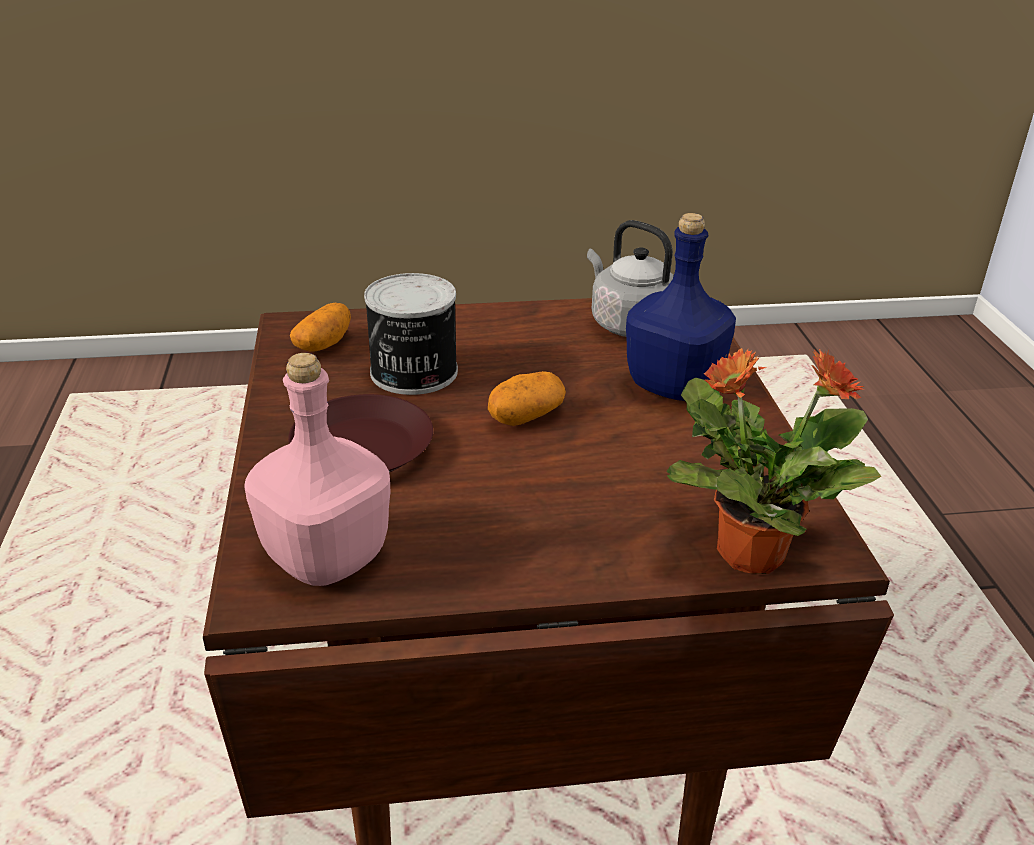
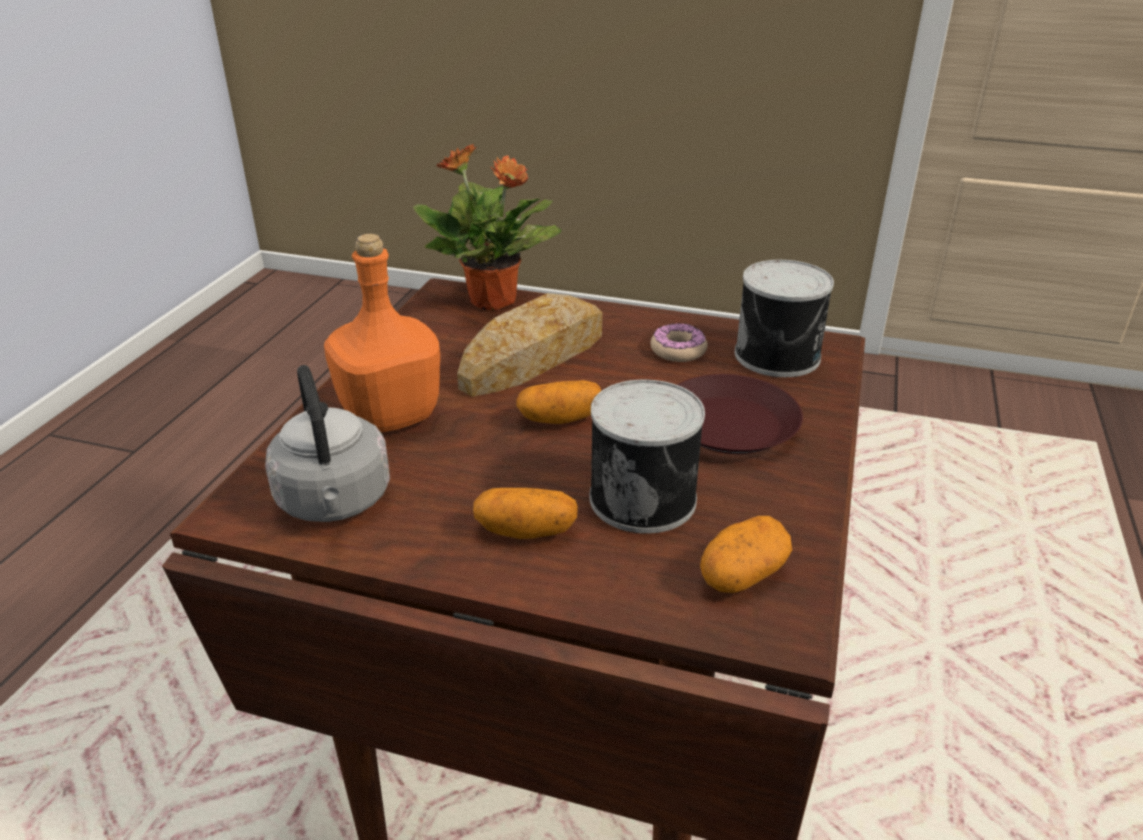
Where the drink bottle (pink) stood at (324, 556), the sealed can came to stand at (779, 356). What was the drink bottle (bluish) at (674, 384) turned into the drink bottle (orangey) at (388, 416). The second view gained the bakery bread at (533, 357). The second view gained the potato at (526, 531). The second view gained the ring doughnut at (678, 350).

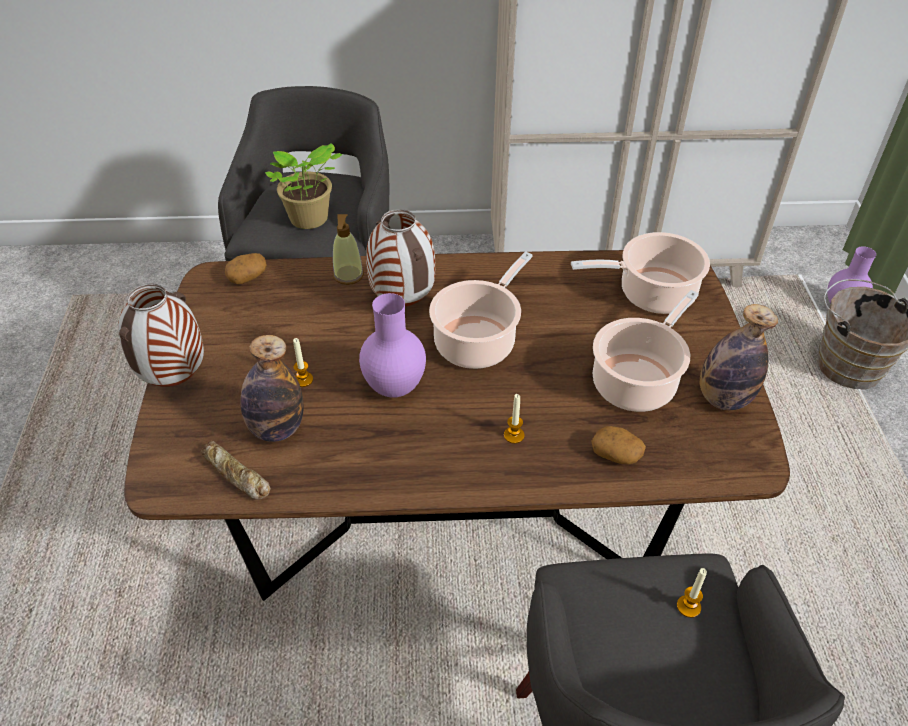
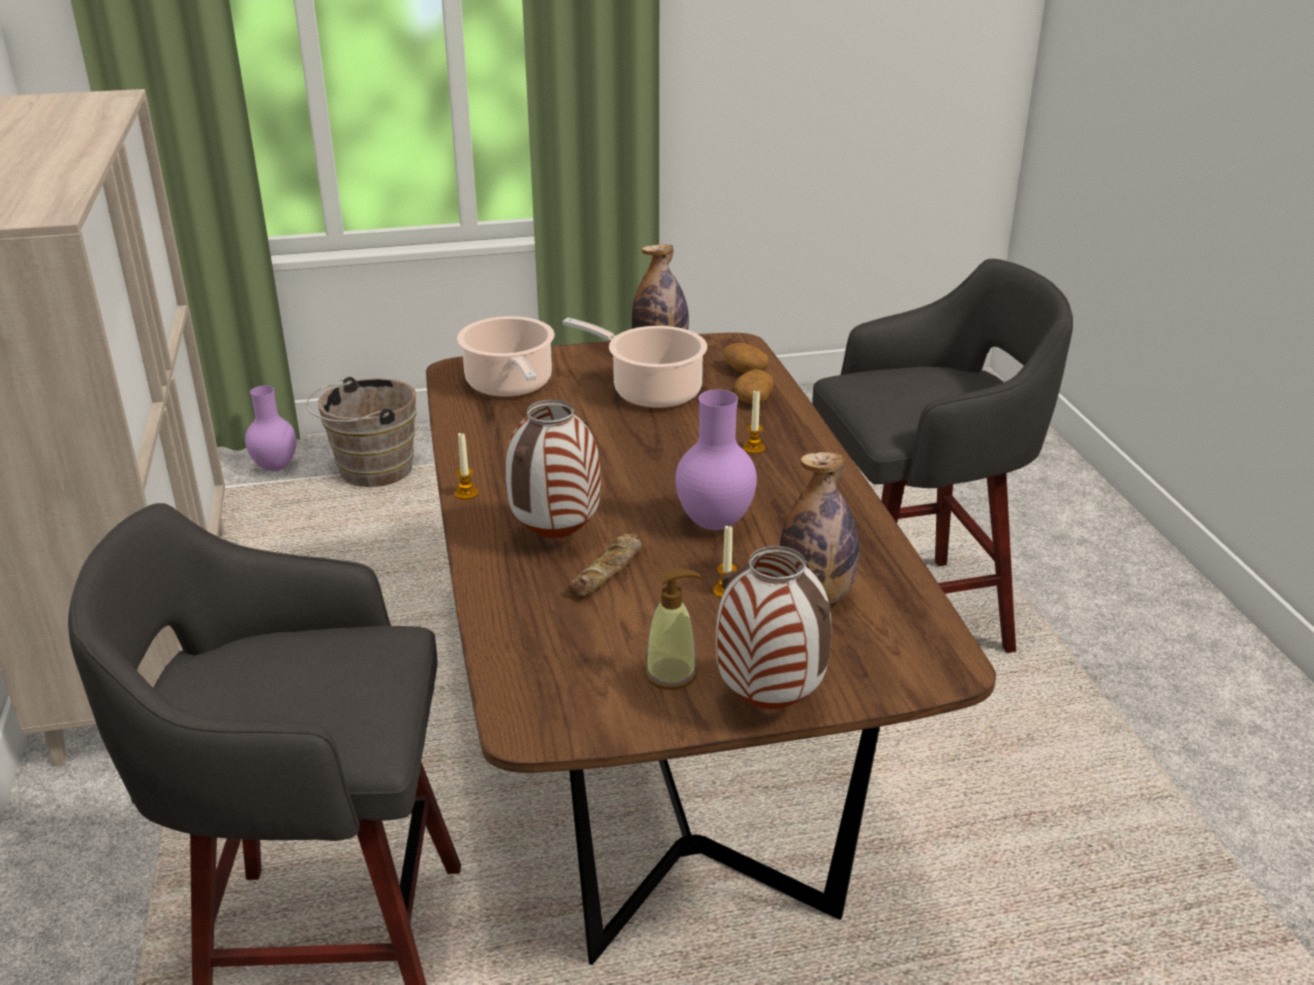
The bakery bread ended up elsewhere, having gone from (235, 475) to (608, 571). The potato ended up elsewhere, having gone from (247, 276) to (744, 370). The second view lost the plant in a pot at (309, 220). The soap bottle ended up elsewhere, having gone from (348, 275) to (671, 674). The second view lost the stockpot at (478, 341). The wax candle ended up elsewhere, having gone from (688, 606) to (466, 493).

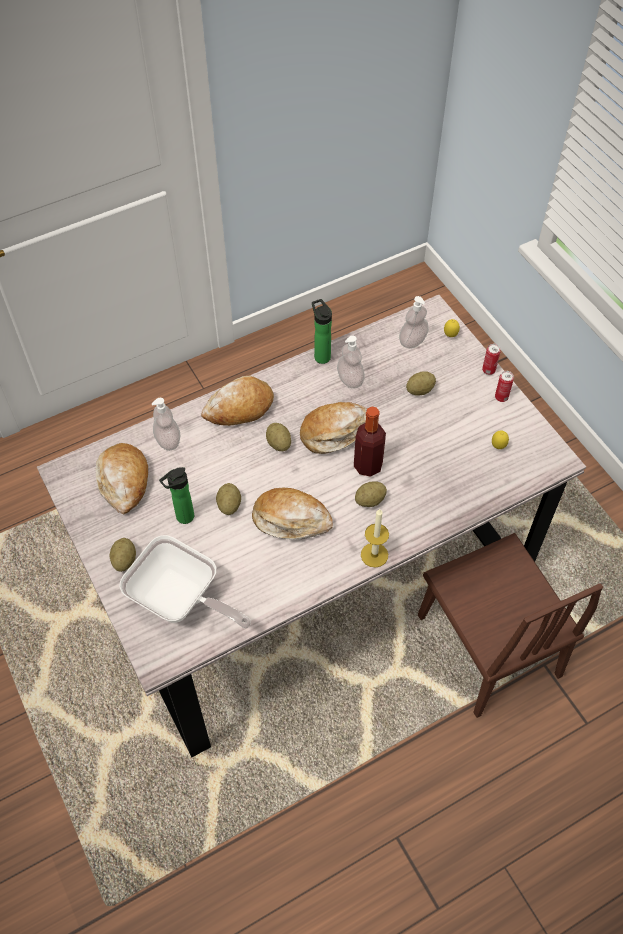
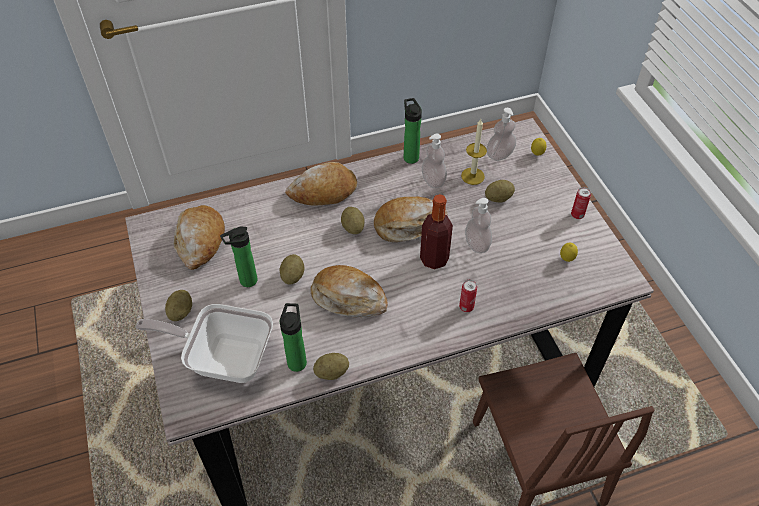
The pan at (180, 600) ended up facing another way, 150 degrees clockwise from before. The soap bottle ended up elsewhere, having gone from (168, 440) to (477, 244). The potato ended up elsewhere, having gone from (370, 500) to (331, 372). The wax candle ended up elsewhere, having gone from (374, 555) to (472, 176). The sealed can ended up elsewhere, having gone from (488, 370) to (466, 307). The second view gained the drink bottle at (297, 360).

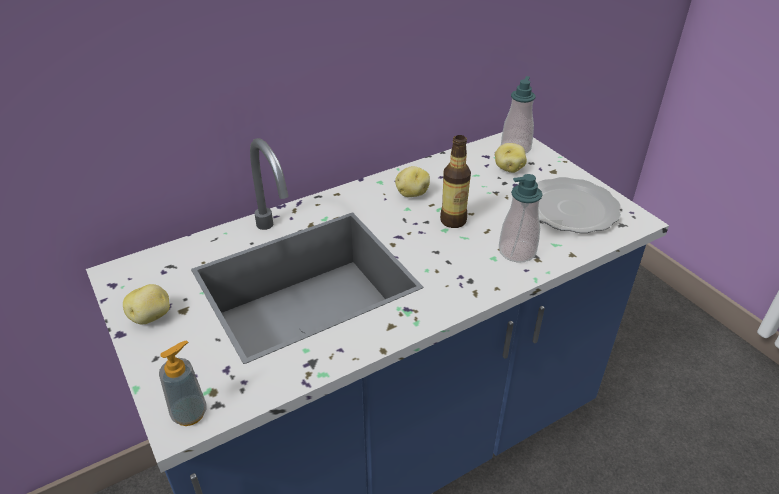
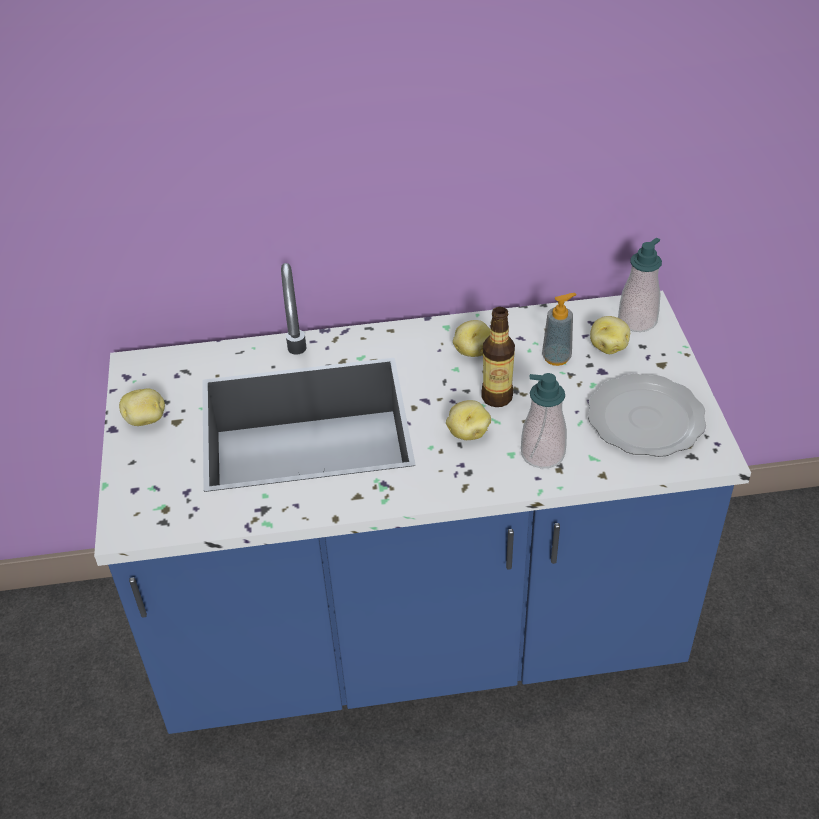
The soap bottle ended up elsewhere, having gone from (189, 413) to (556, 357). The second view gained the potato at (467, 432).

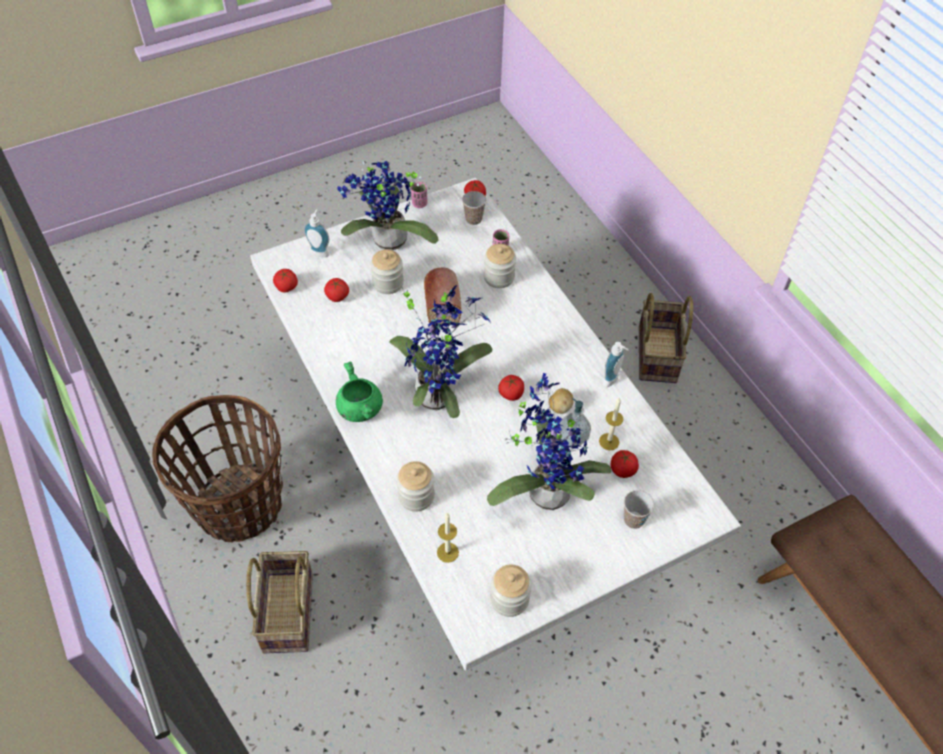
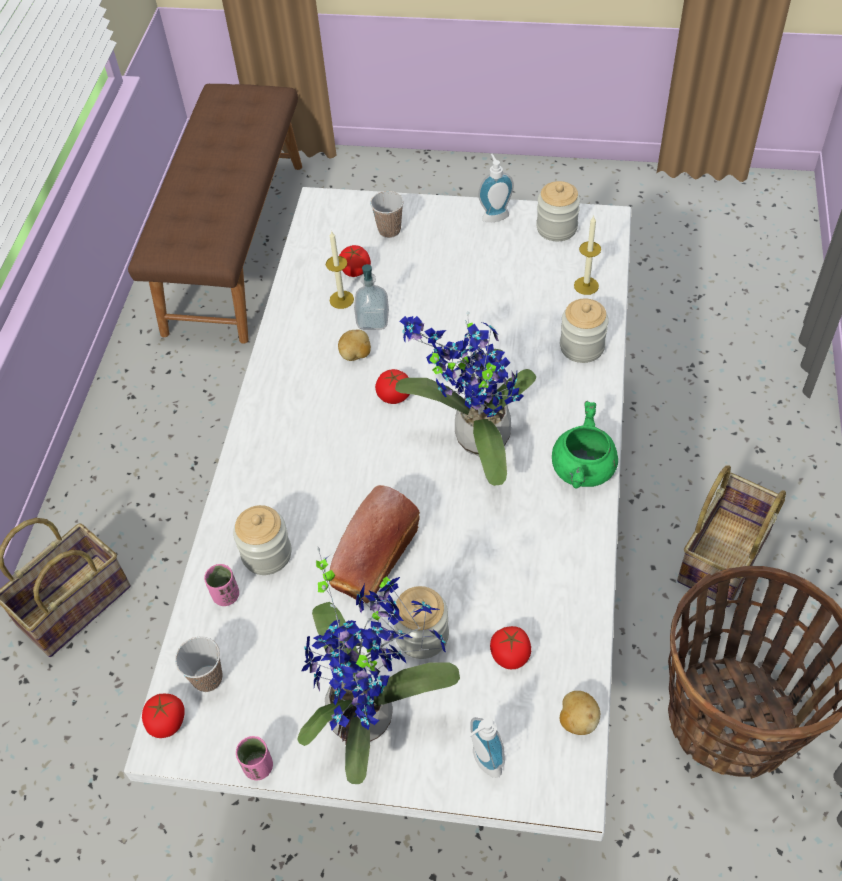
Where the fresh tomato stood at (286, 287), the potato came to stand at (577, 720). The second view lost the plant in a pot at (545, 489). The soap bottle ended up elsewhere, having gone from (612, 380) to (494, 215).

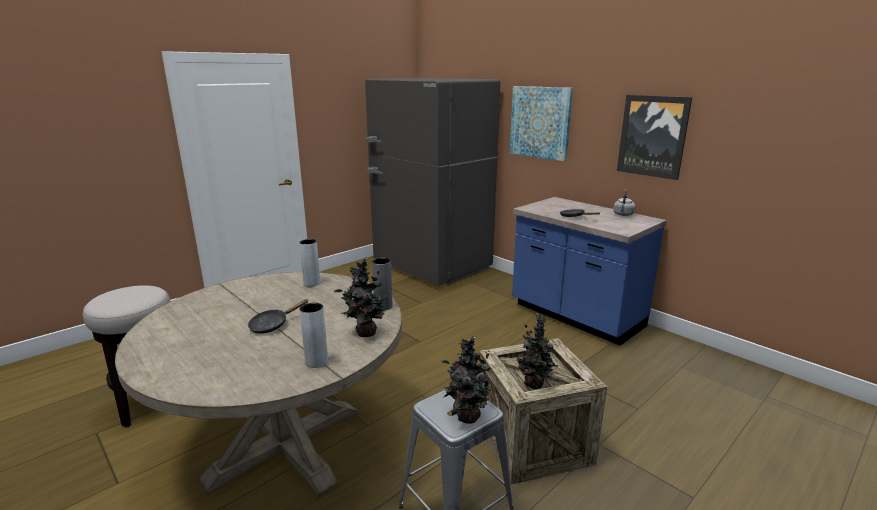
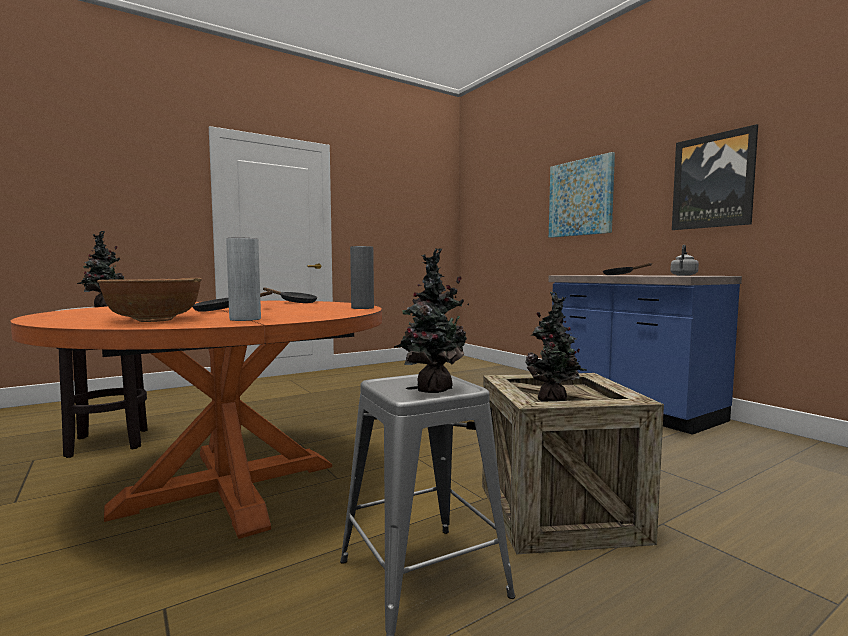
What was the kitchen table (beige-coloured) at (286, 444) turned into the kitchen table (orangey) at (229, 486). Where the flower vase (greyish) stood at (312, 283), the pan (black-coloured) came to stand at (295, 302). The plant in a pot ended up elsewhere, having gone from (364, 333) to (103, 307). The second view lost the fridge (greyish) at (431, 266). The second view gained the bowl (brown) at (153, 320).

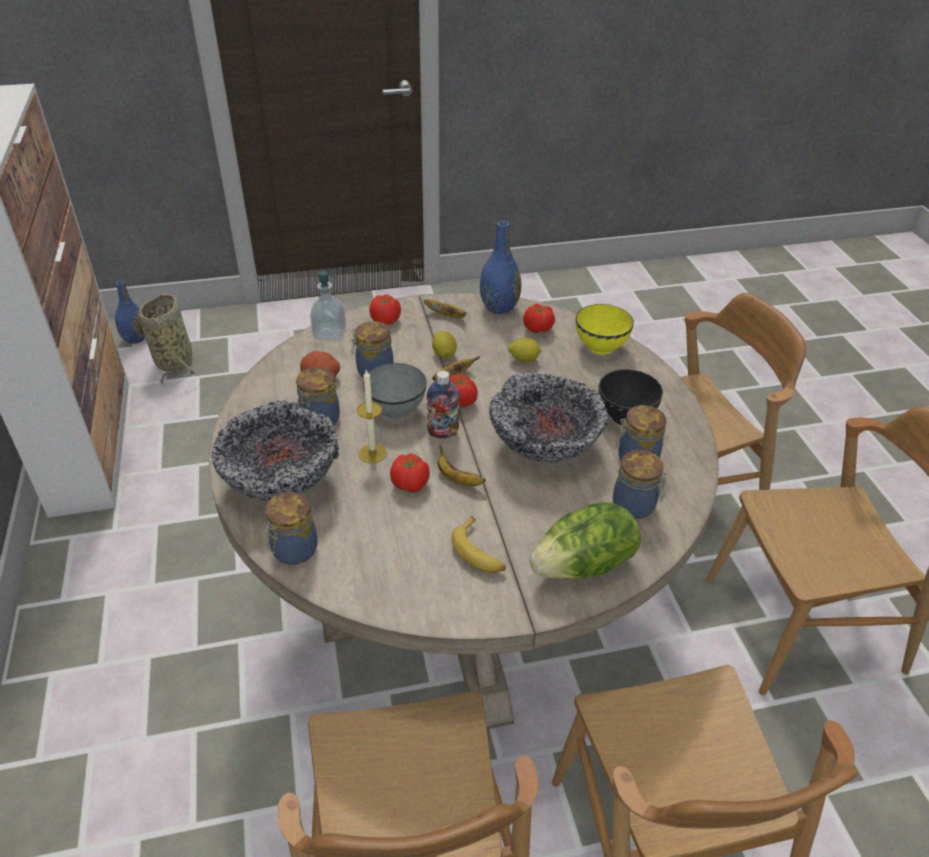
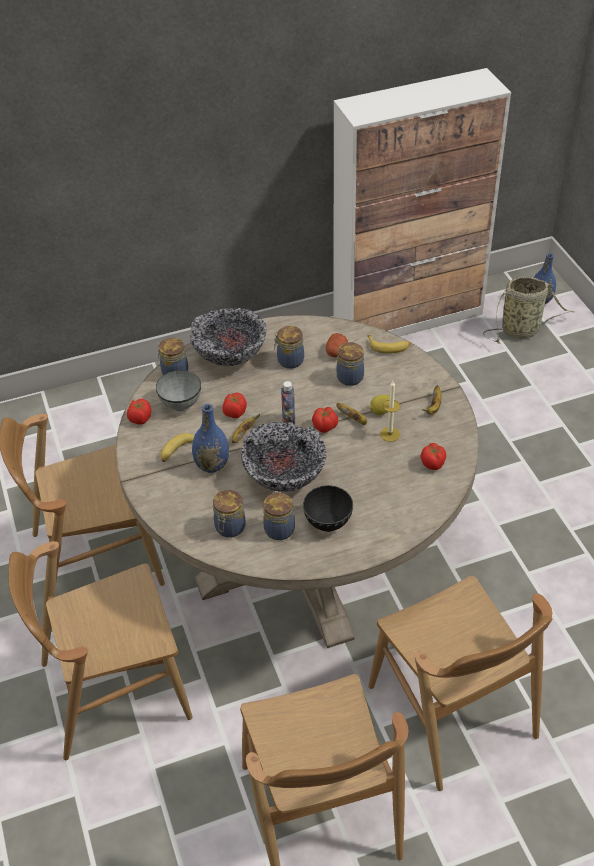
Where the soap bottle stood at (329, 334), the banana fruit came to stand at (389, 347). The wax candle ended up elsewhere, having gone from (372, 453) to (390, 434). The bowl (greyish) ended up elsewhere, having gone from (396, 410) to (181, 404). The fresh tomato ended up elsewhere, having gone from (385, 320) to (140, 419). The flower vase (bluish) ended up elsewhere, having gone from (499, 308) to (212, 465). The second view lost the whole lemon at (524, 359). The second view lost the lettuce at (584, 566). The second view lost the bowl (yellow) at (600, 347).

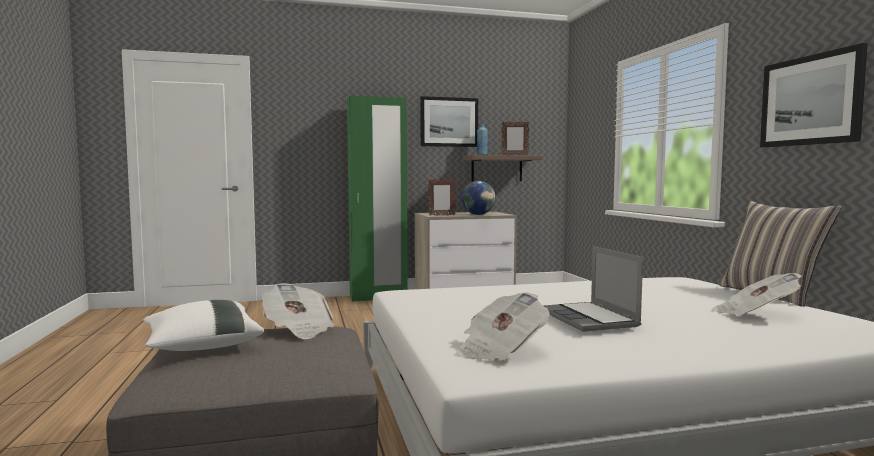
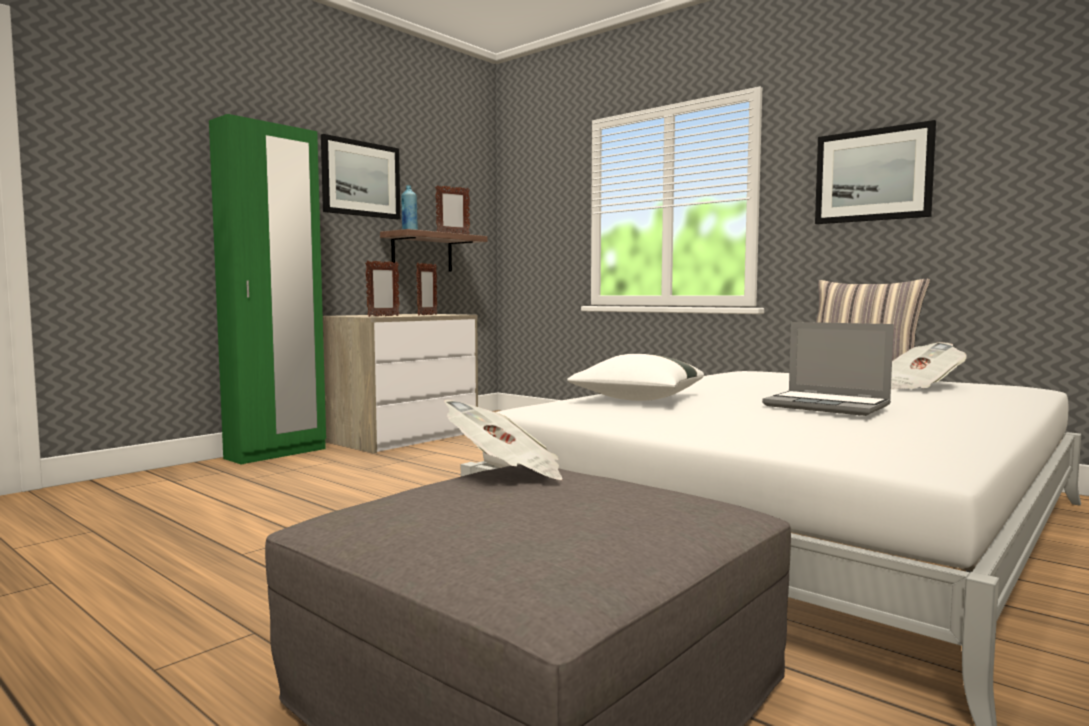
The cushion (white-coloured) ended up elsewhere, having gone from (202, 346) to (637, 400). The second view lost the printed paper at (500, 350). Where the desk globe stood at (478, 214), the photo frame came to stand at (427, 315).

